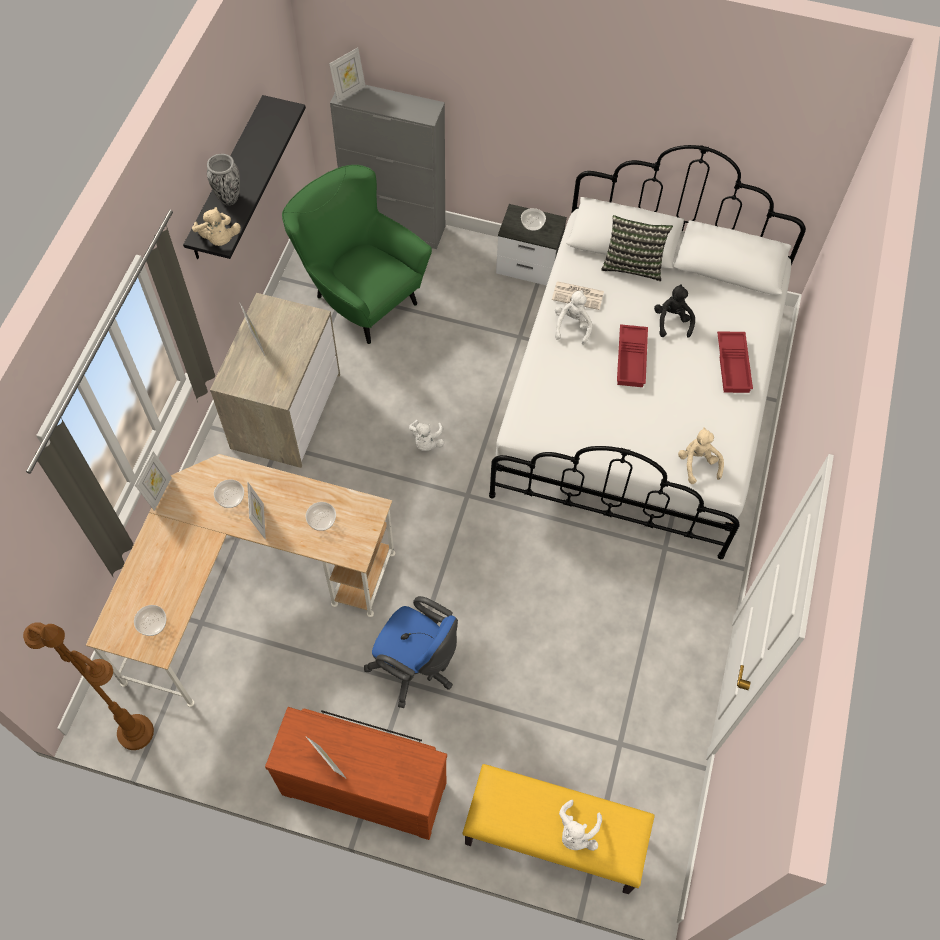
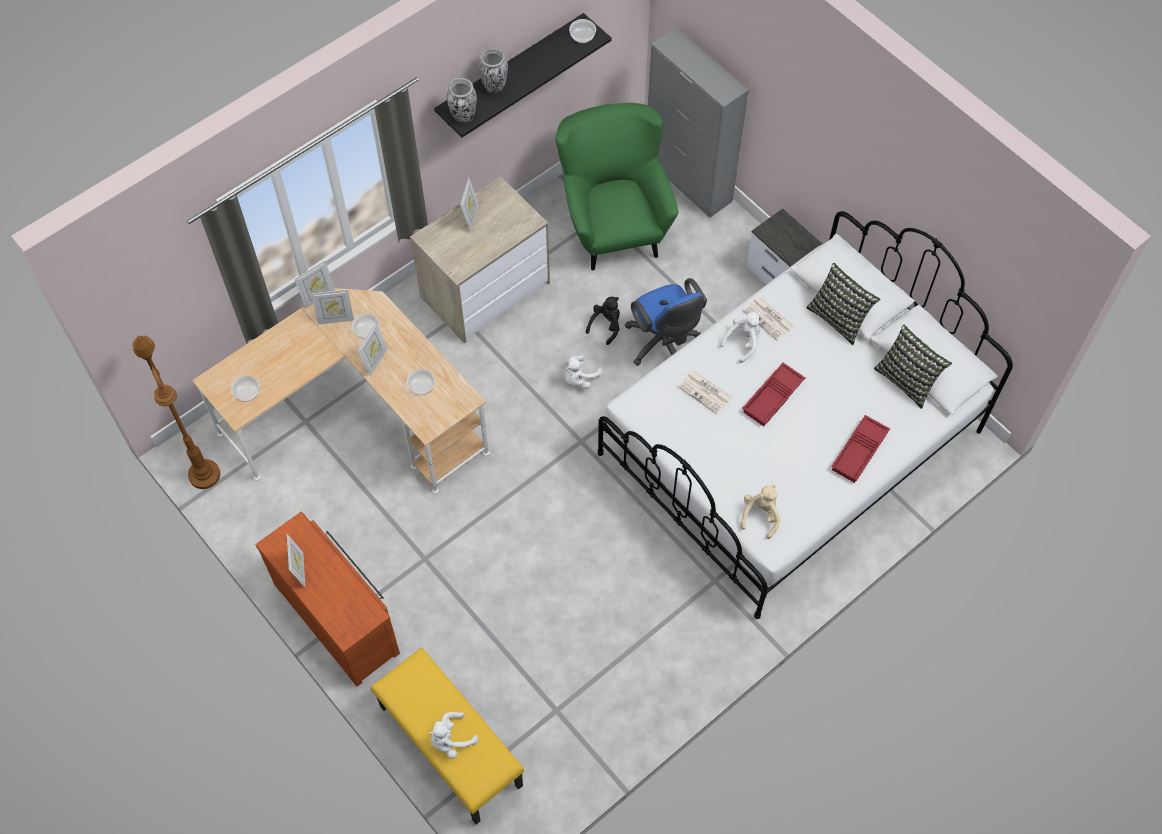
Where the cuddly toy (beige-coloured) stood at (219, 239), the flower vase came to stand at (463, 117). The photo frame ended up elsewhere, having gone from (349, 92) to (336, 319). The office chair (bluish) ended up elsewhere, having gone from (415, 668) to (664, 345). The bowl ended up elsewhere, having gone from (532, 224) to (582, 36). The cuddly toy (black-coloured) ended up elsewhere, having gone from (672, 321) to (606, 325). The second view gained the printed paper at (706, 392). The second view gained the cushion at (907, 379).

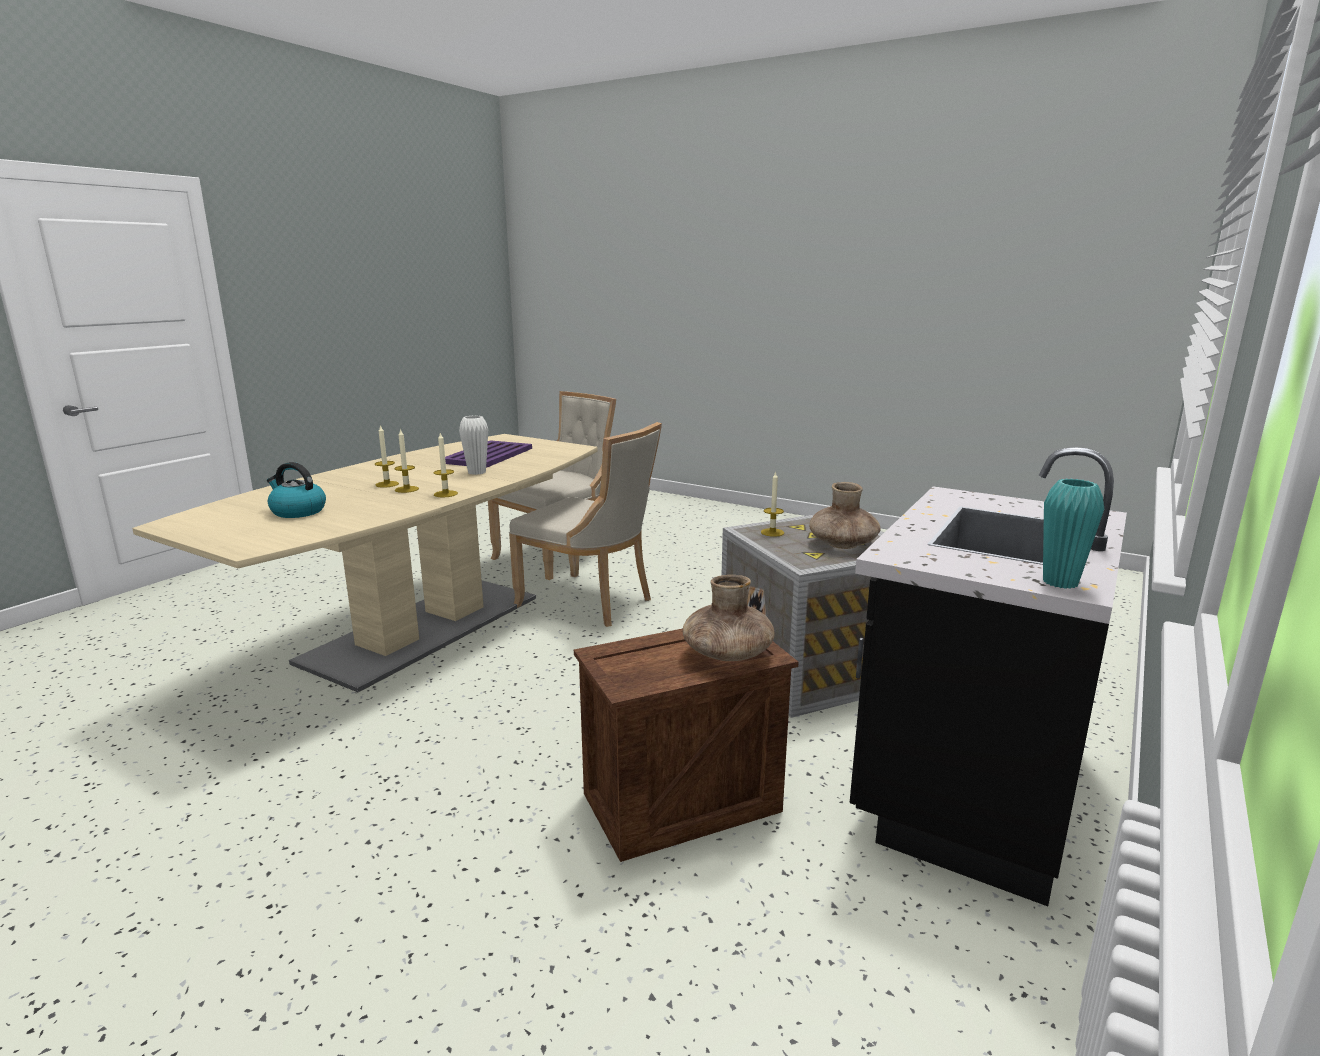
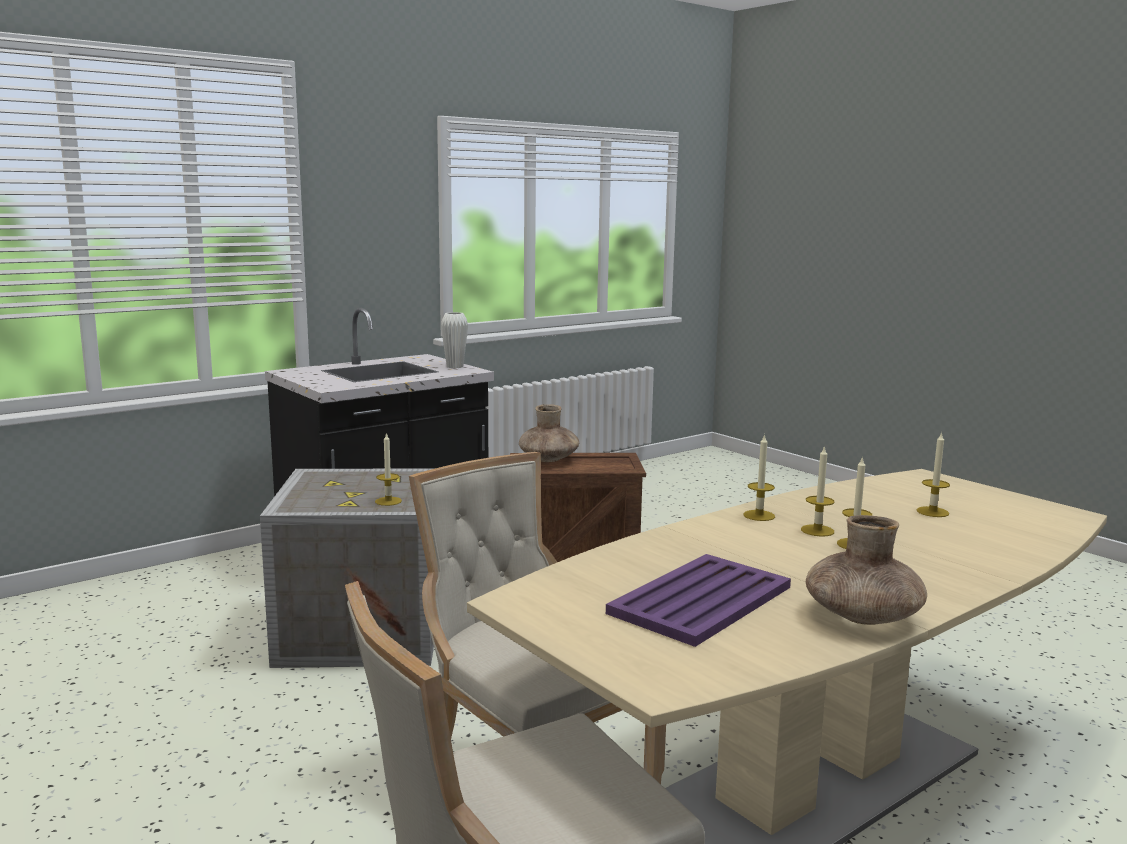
Where the water kettle stood at (297, 511), the wax candle came to stand at (932, 512). The flower vase (white-coloured) ended up elsewhere, having gone from (477, 472) to (455, 366). The flower vase (brown) ended up elsewhere, having gone from (843, 544) to (862, 617). The second view lost the flower vase (turquoise) at (1060, 582).

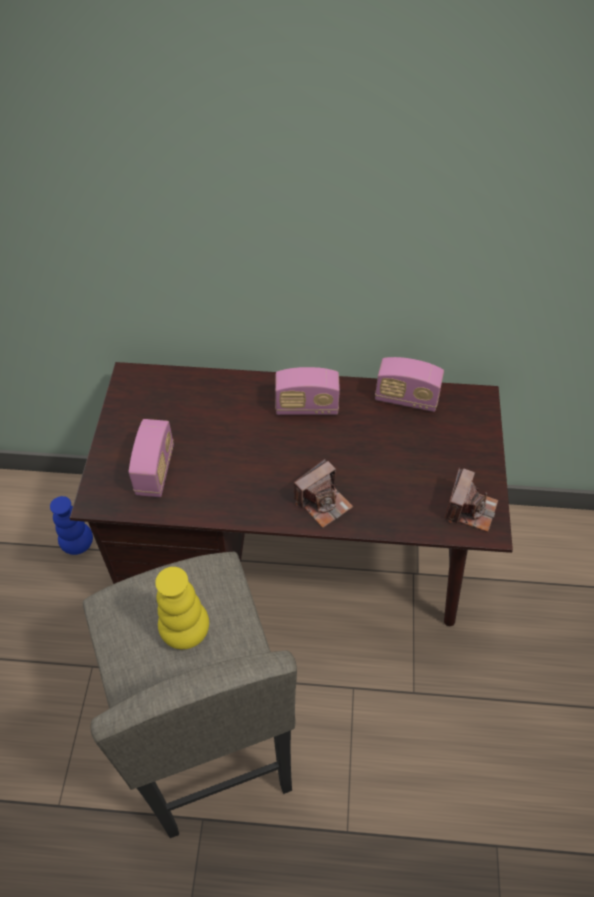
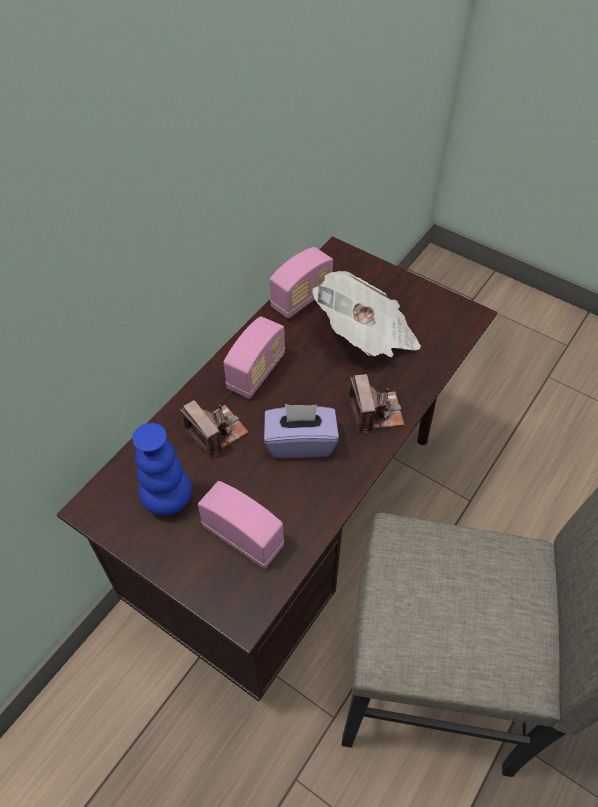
The flower vase (bluish) ended up elsewhere, having gone from (78, 545) to (168, 500). The second view lost the flower vase (yellow) at (186, 632). The photo camera ended up elsewhere, having gone from (469, 509) to (216, 432). The second view gained the tissue holder (purple) at (300, 442). The second view gained the printed paper at (366, 335).

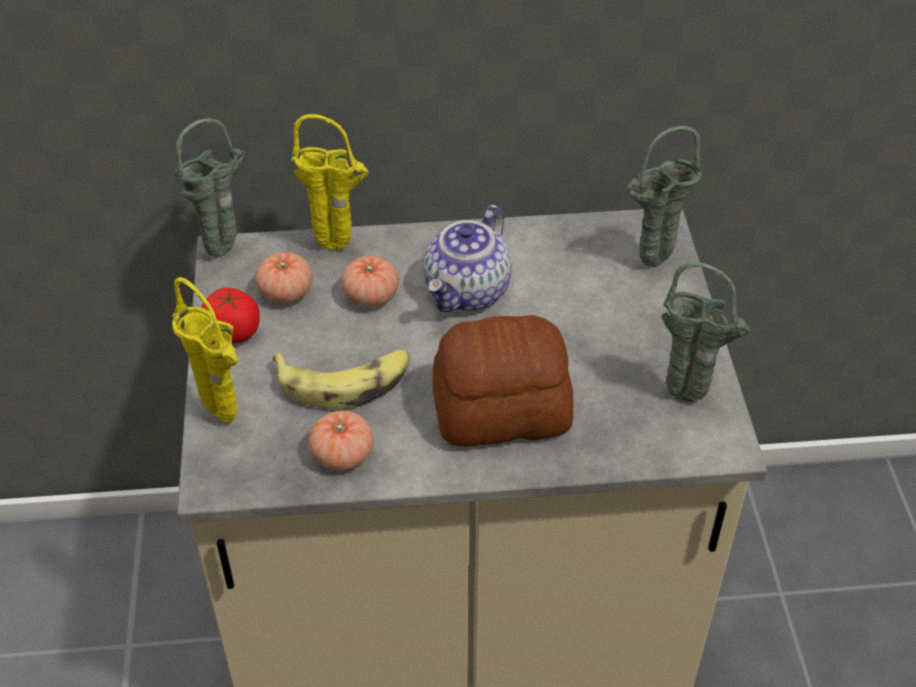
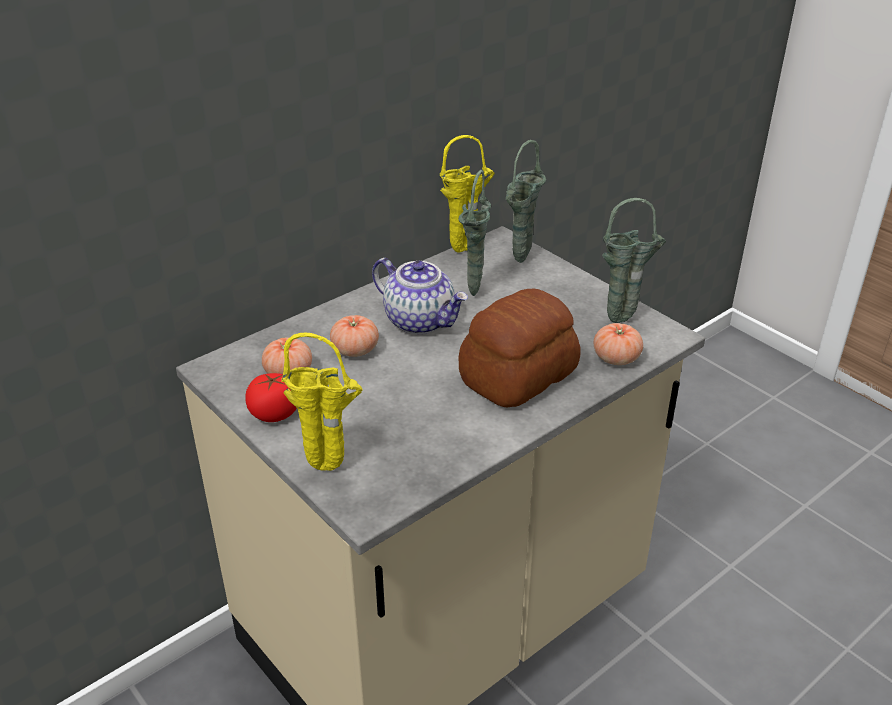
The flower vase (green) ended up elsewhere, having gone from (226, 251) to (475, 290). The second view lost the banana fruit at (345, 381). The flower vase (yellow) ended up elsewhere, having gone from (338, 248) to (465, 250). The fresh tomato ended up elsewhere, having gone from (342, 454) to (616, 358). The teapot at (468, 292) ended up facing another way, 45 degrees counterclockwise from before.

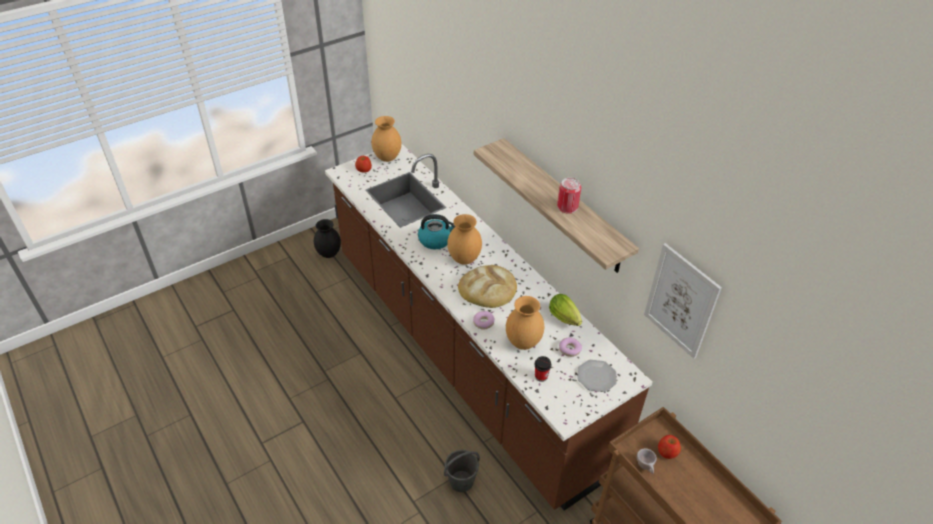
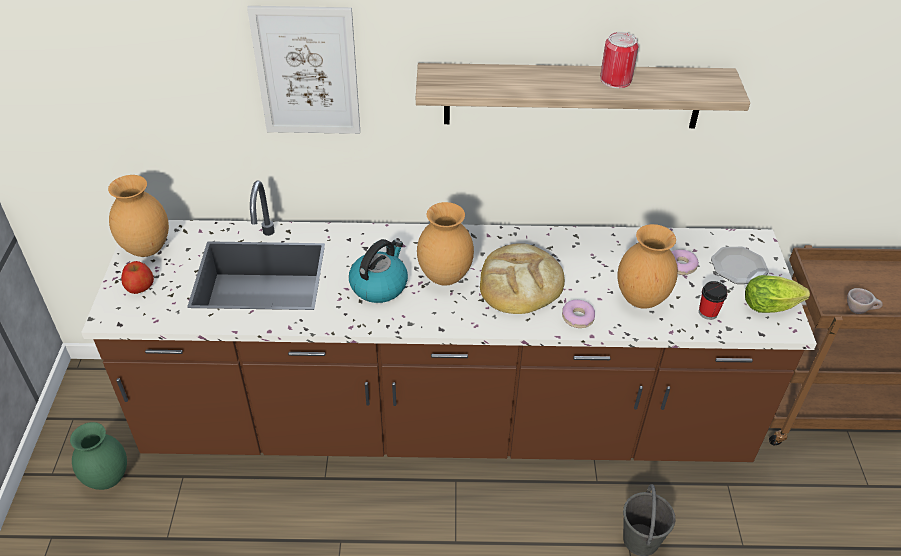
What was the flower vase (black-coloured) at (329, 253) turned into the flower vase (green) at (107, 478). The lettuce ended up elsewhere, having gone from (565, 319) to (772, 306). The wall art ended up elsewhere, having gone from (681, 301) to (307, 72). The second view lost the apple fruit at (667, 451).

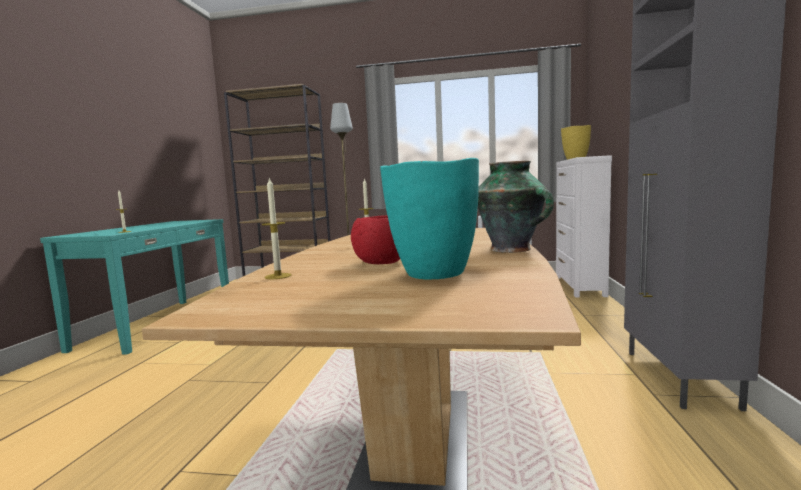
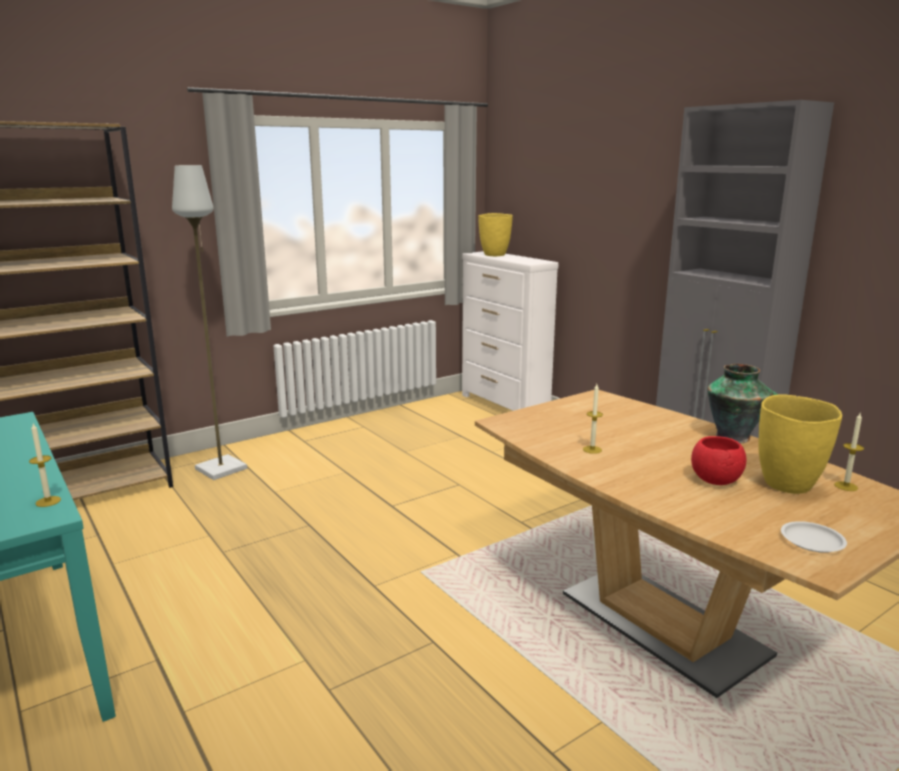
The wax candle ended up elsewhere, having gone from (278, 276) to (846, 486). What was the flower vase (turquoise) at (434, 274) turned into the flower vase (yellow) at (788, 485). The second view gained the flat dish (white-coloured) at (812, 541).

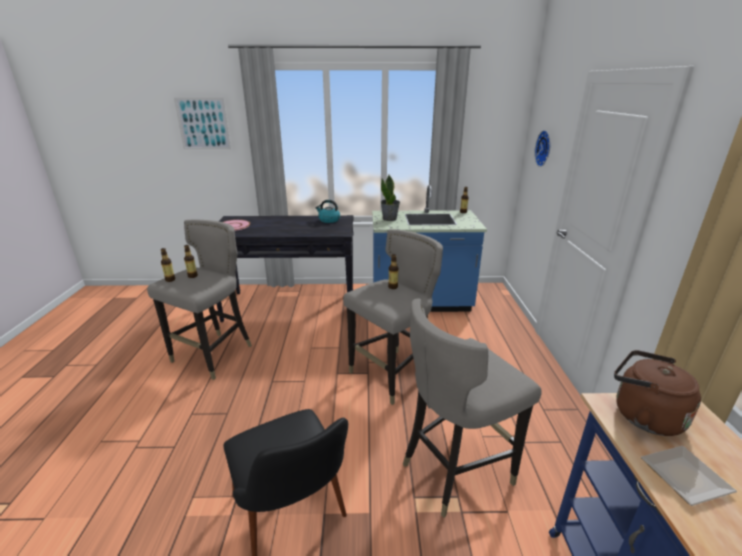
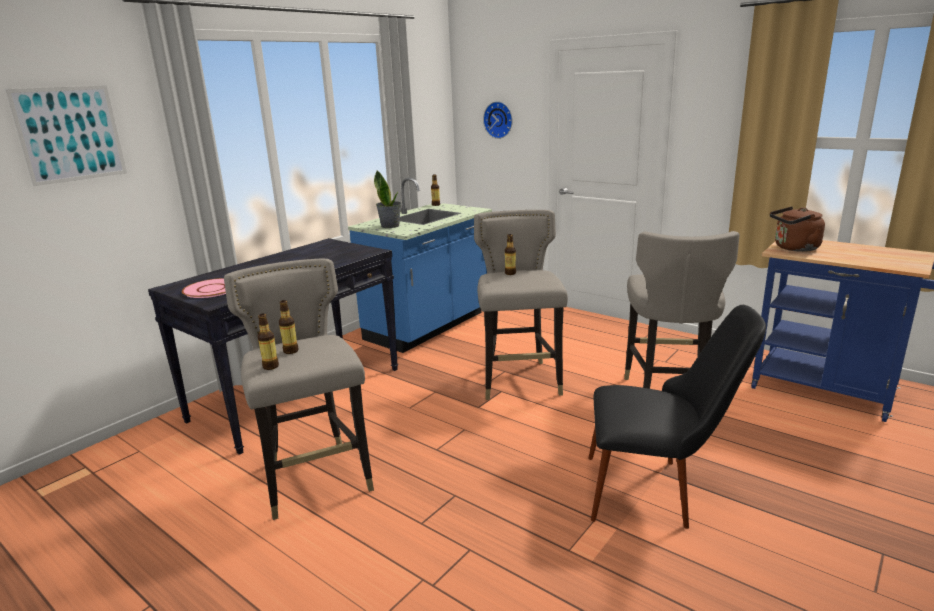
The second view lost the water kettle at (329, 220). The second view lost the flat dish at (684, 475).

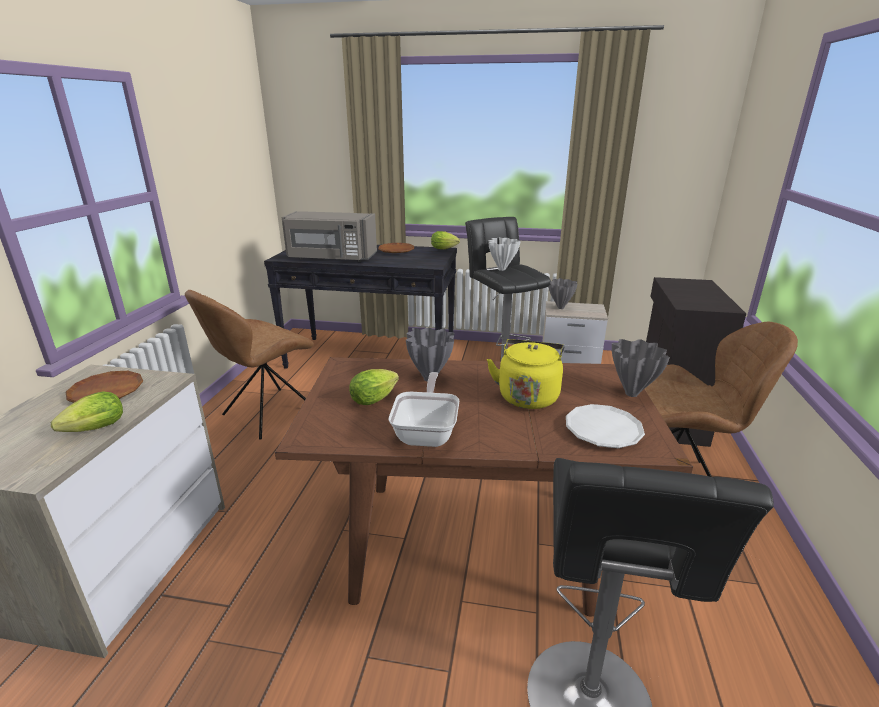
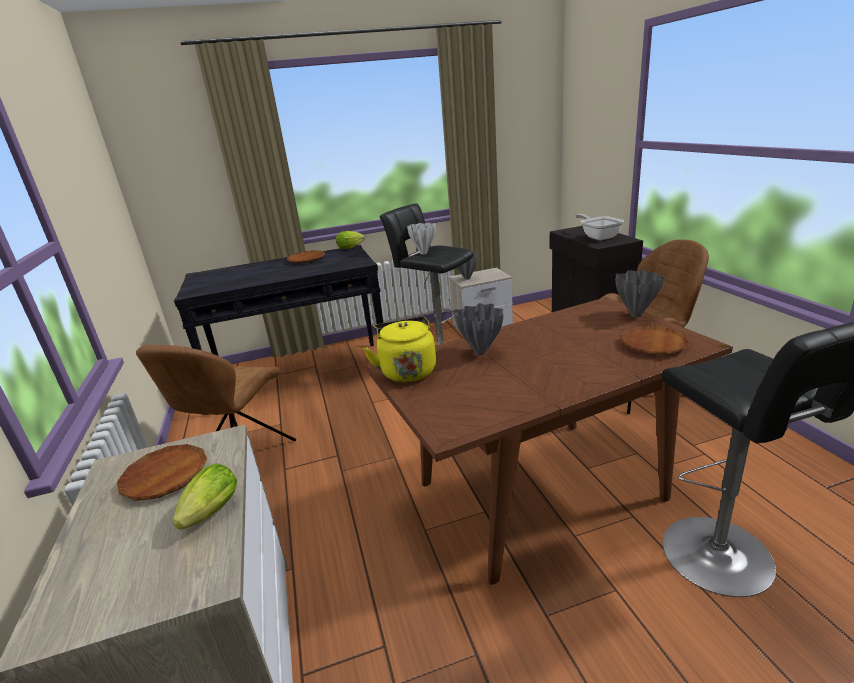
The second view lost the microwave (greyish) at (331, 258). The second view lost the lettuce at (376, 398). The pan ended up elsewhere, having gone from (427, 432) to (598, 237). The water kettle (yellow) ended up elsewhere, having gone from (528, 395) to (407, 371). What was the flat dish (white-coloured) at (603, 430) turned into the flat dish (brown) at (653, 344).

